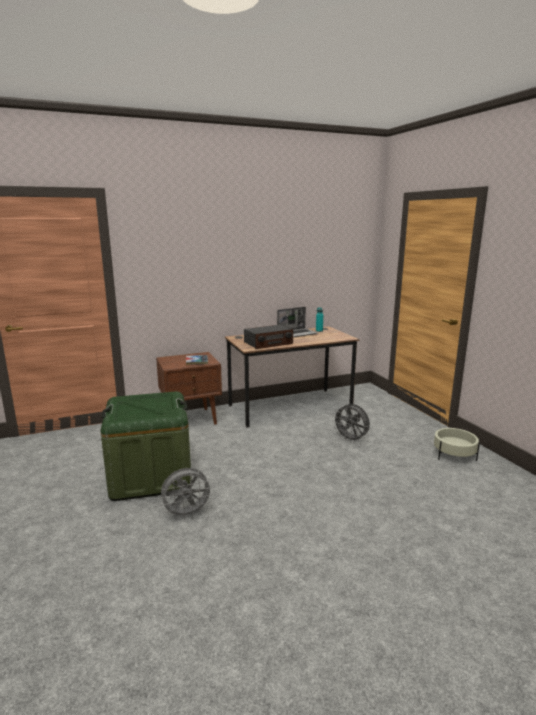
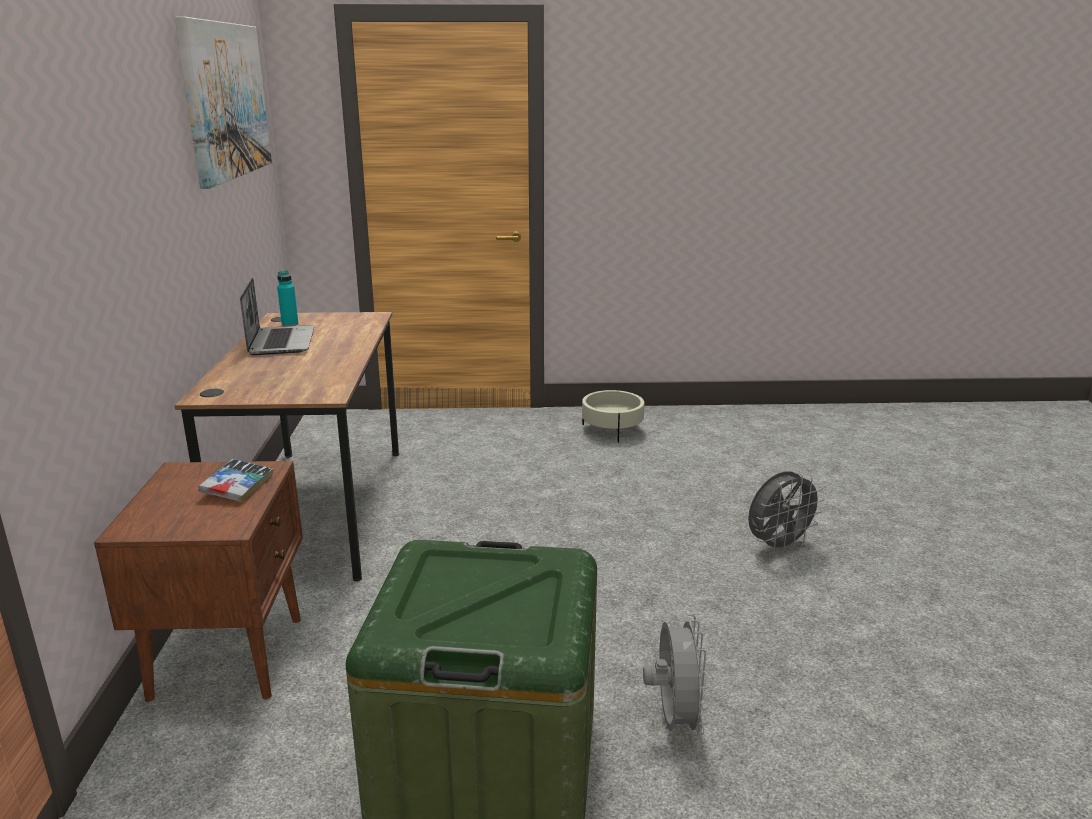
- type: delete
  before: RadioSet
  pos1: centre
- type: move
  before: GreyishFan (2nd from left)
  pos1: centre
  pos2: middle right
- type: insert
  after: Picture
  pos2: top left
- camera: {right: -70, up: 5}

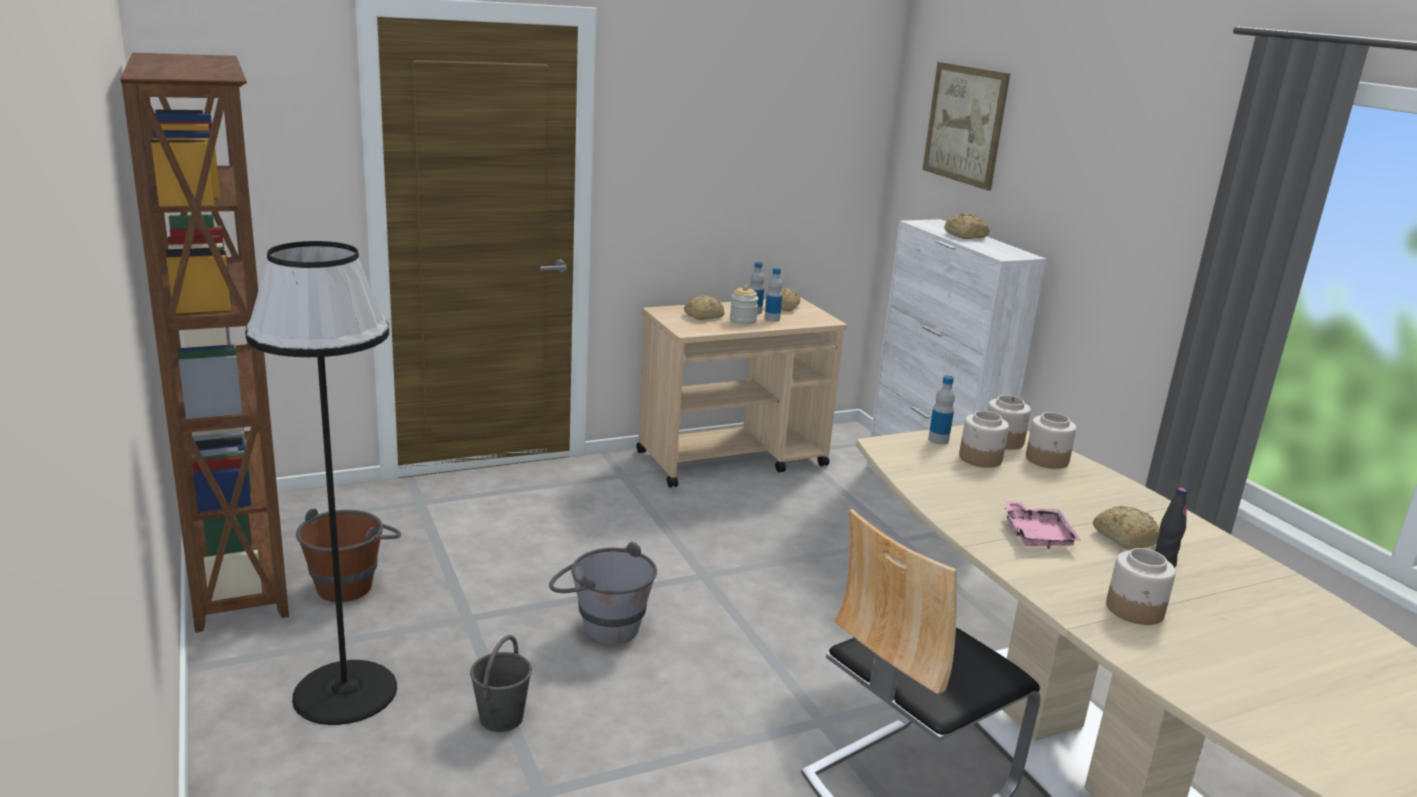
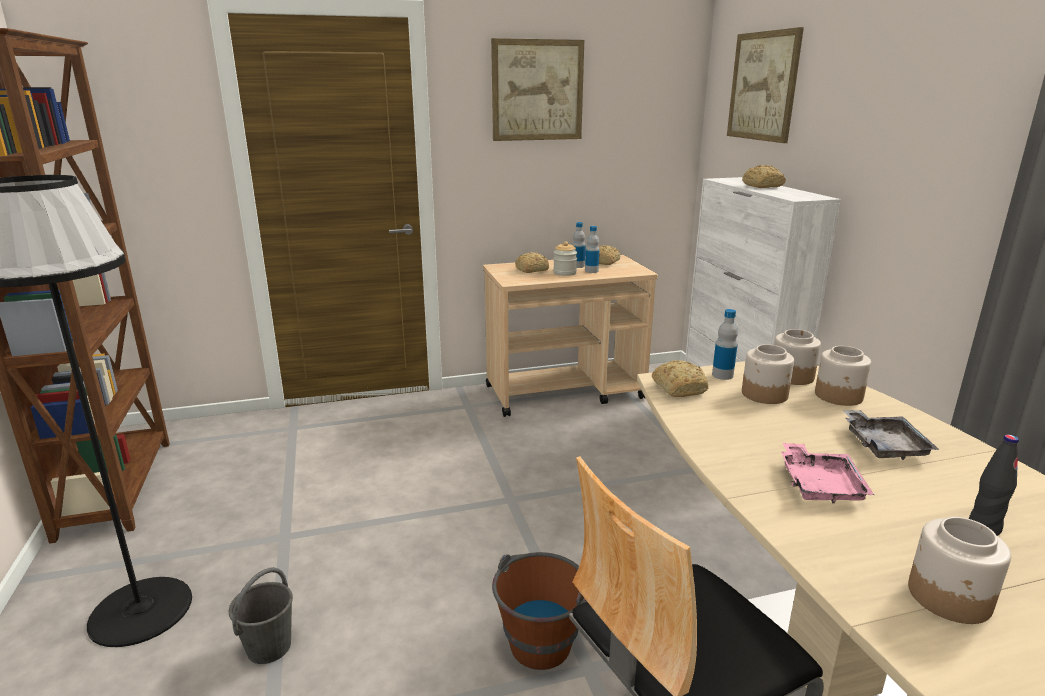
- type: move
  before: Bread (4th from left in the first image)
  after: Bread (3rd from left)
  pos1: middle right
  pos2: centre
- type: move
  before: BrownishBucket
  pos1: bottom left
  pos2: bottom centre
- type: delete
  before: GreyishBucket (2nd from left)
  pos1: bottom centre
- type: insert
  after: Picture (1st from left)
  pos2: top centre
- type: insert
  after: GreyishCarryingTray
  pos2: middle right
- camera: {right: 10, up: 0}

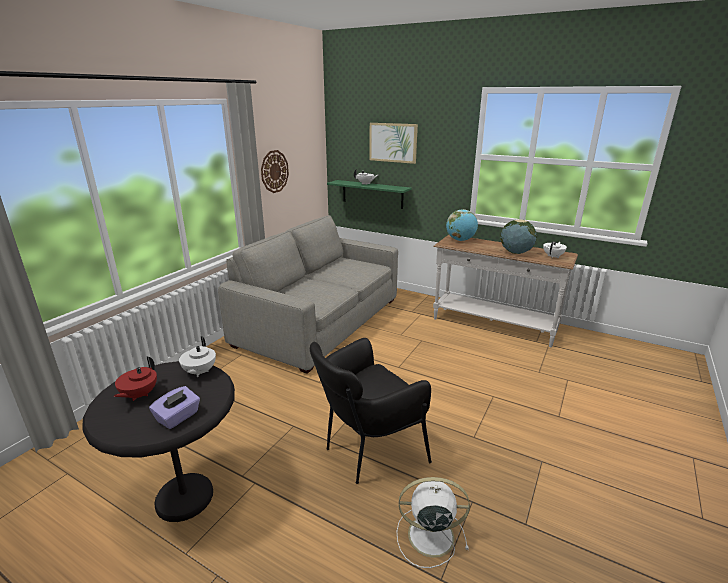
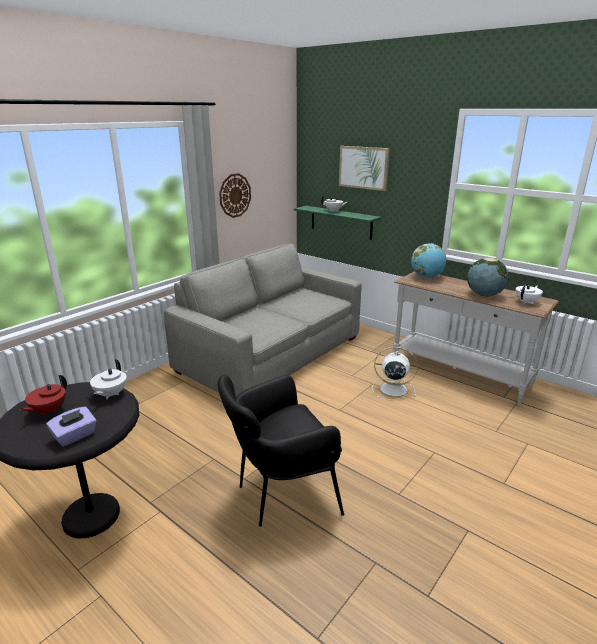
- type: move
  before: WhiteFan
  pos1: bottom centre
  pos2: centre
- camera: {right: 10, up: 0}

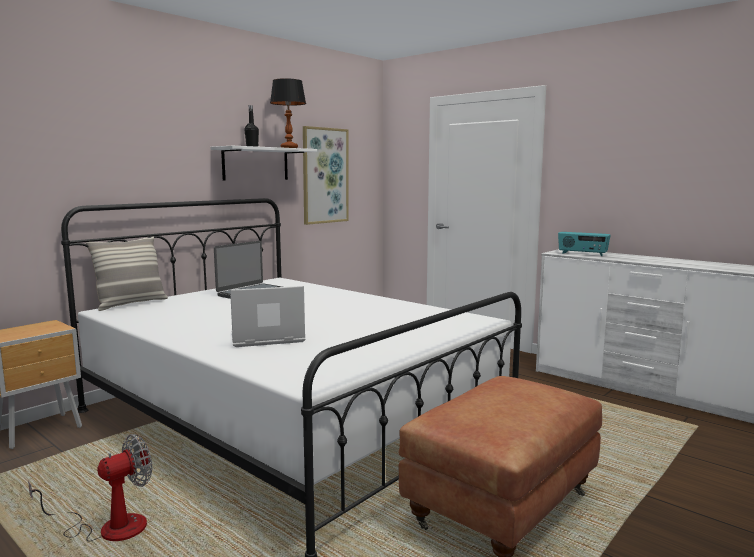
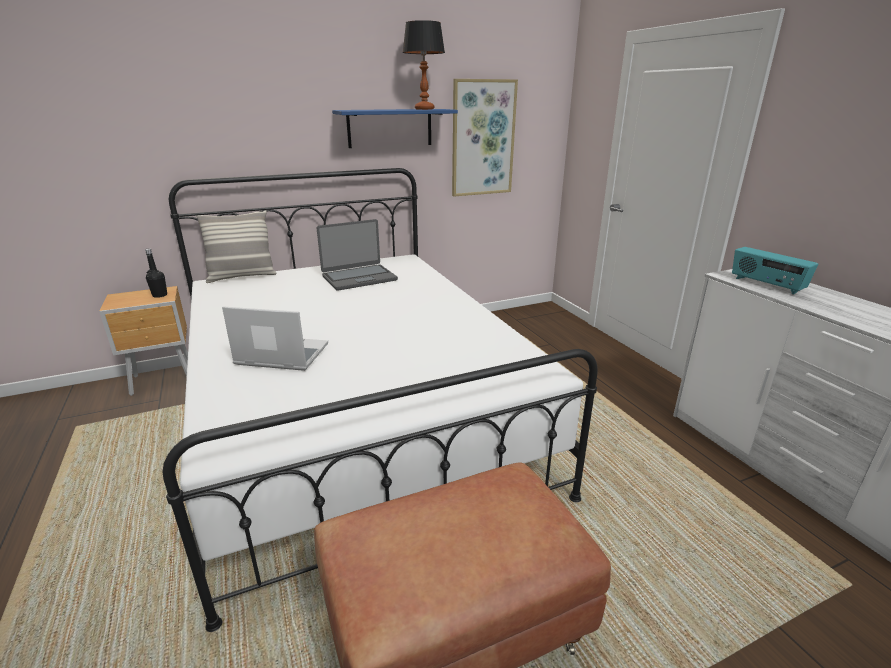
- type: move
  before: BlackColouredBottle
  pos1: top centre
  pos2: middle left
- type: recolor
  before: WhiteWallShelf
  after: BlueColouredWallShelf
  pos1: top centre
  pos2: top centre
- type: delete
  before: Fan
  pos1: bottom left
- camera: {right: 25, up: 15}

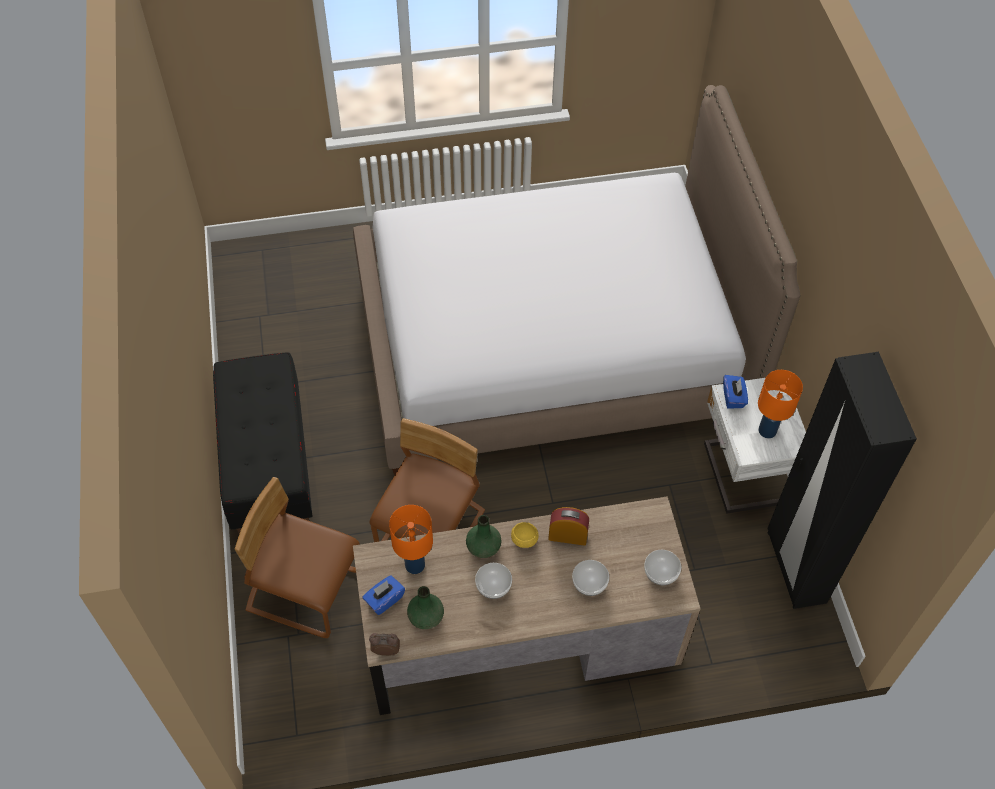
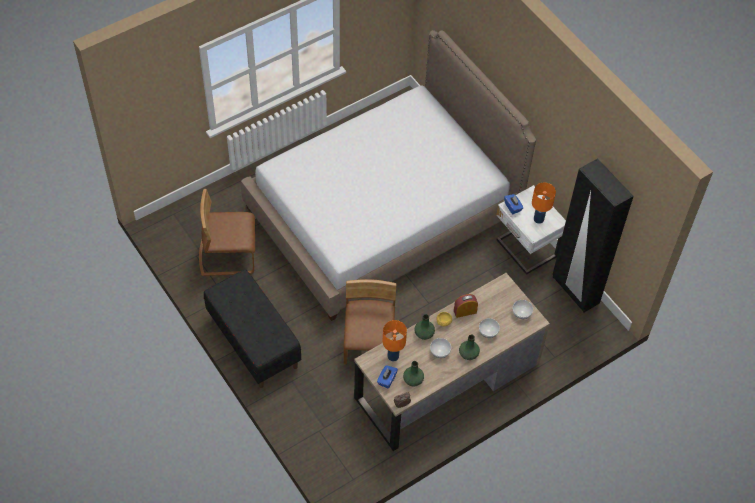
- type: move
  before: BrownishUprightChair (1st from left)
  pos1: bottom left
  pos2: middle left
- type: insert
  after: GreenFlowerVase (3rd from left)
  pos2: bottom centre
- camera: {right: -25, up: 0}

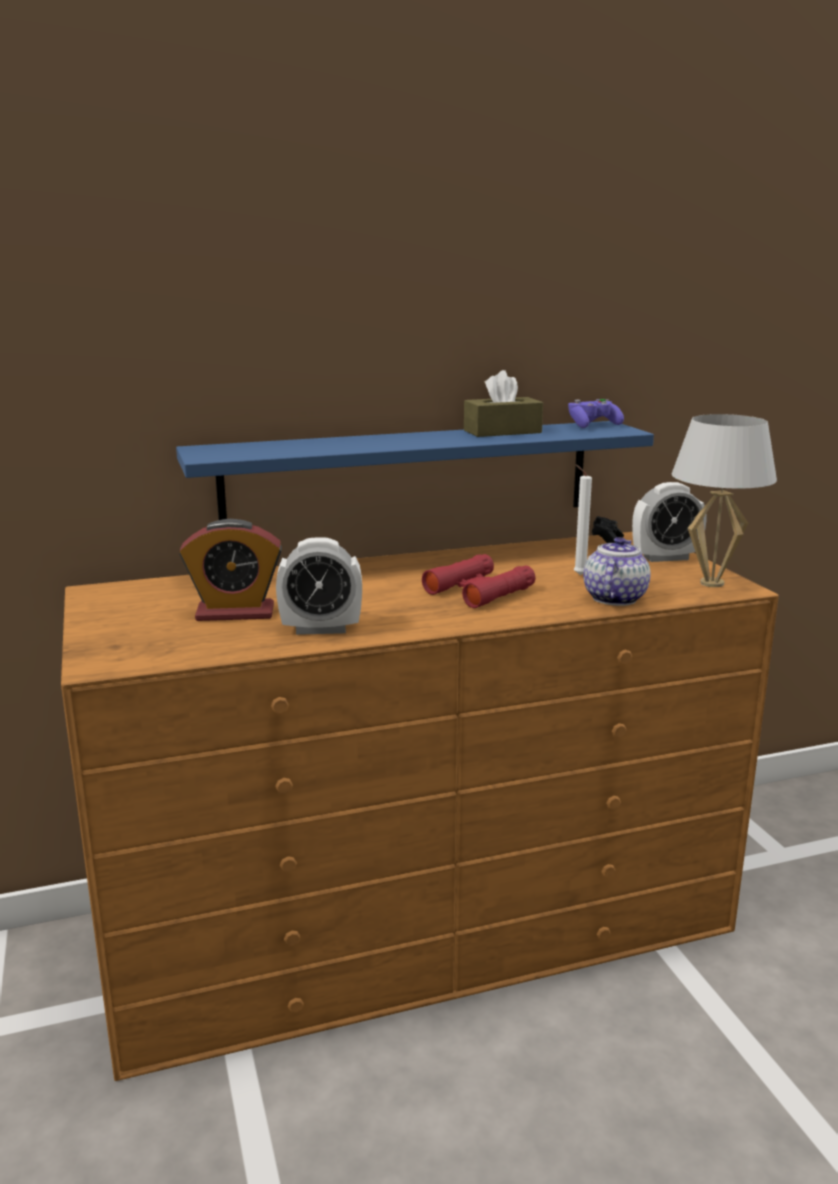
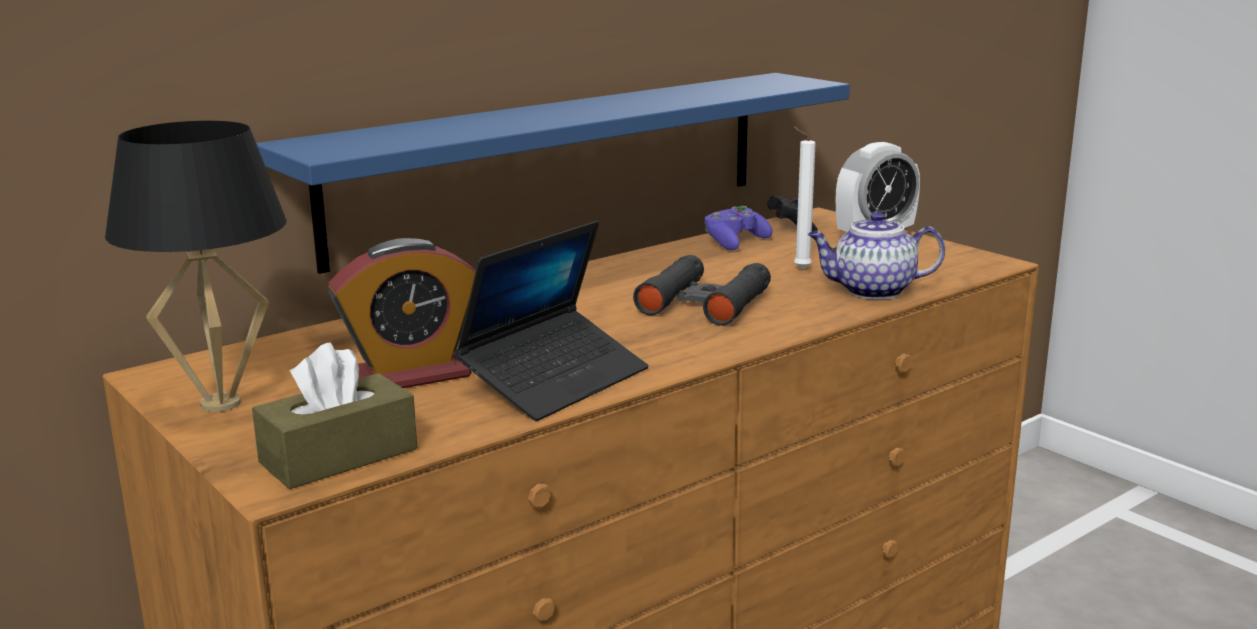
- type: move
  before: BrownishTissueHolder
  pos1: centre
  pos2: middle left
- type: move
  before: PurplishJoypad
  pos1: middle right
  pos2: centre
- type: delete
  before: WhiteLampForATable
  pos1: middle right
- type: replace
  before: AlarmClock (2nd from left)
  after: PortableComputer
  pos1: centre
  pos2: centre
- type: rotate
  before: Teapot
  pos1: middle right
  pos2: middle right
  turn: -90
- type: recolor
  before: RedFieldGlasses
  after: BlackColouredFieldGlasses
  pos1: centre
  pos2: centre
- type: insert
  after: BlackColouredLampForATable
  pos2: middle left
- camera: {right: -20, up: 0}

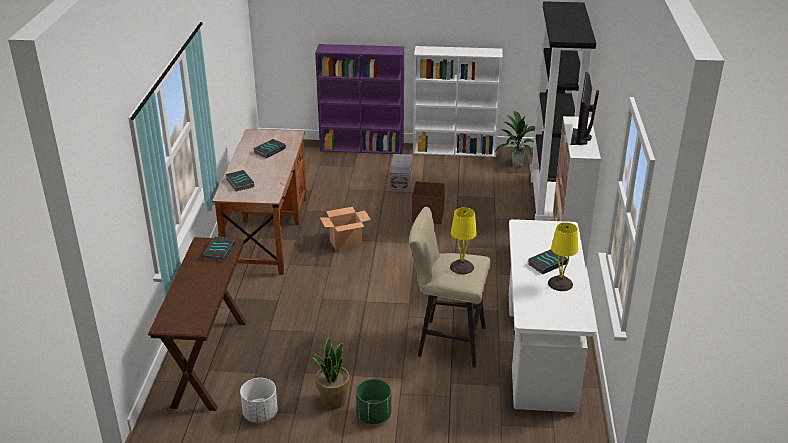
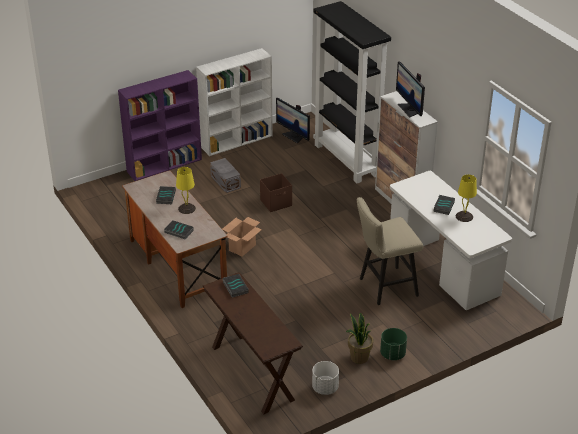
- type: replace
  before: PottedPlant (2nd from left)
  after: Monitor (1st from left)
  pos1: top centre
  pos2: top centre
- type: move
  before: YellowishLampForATable (1st from left)
  pos1: centre
  pos2: middle left
- camera: {right: -35, up: 5}

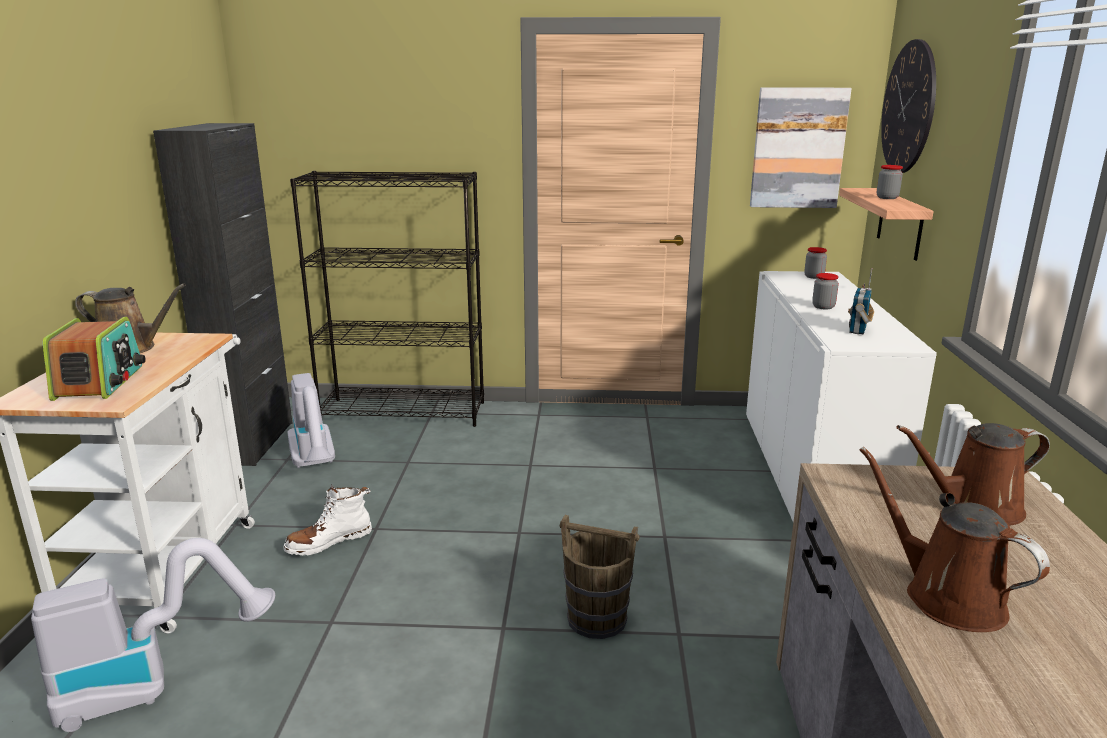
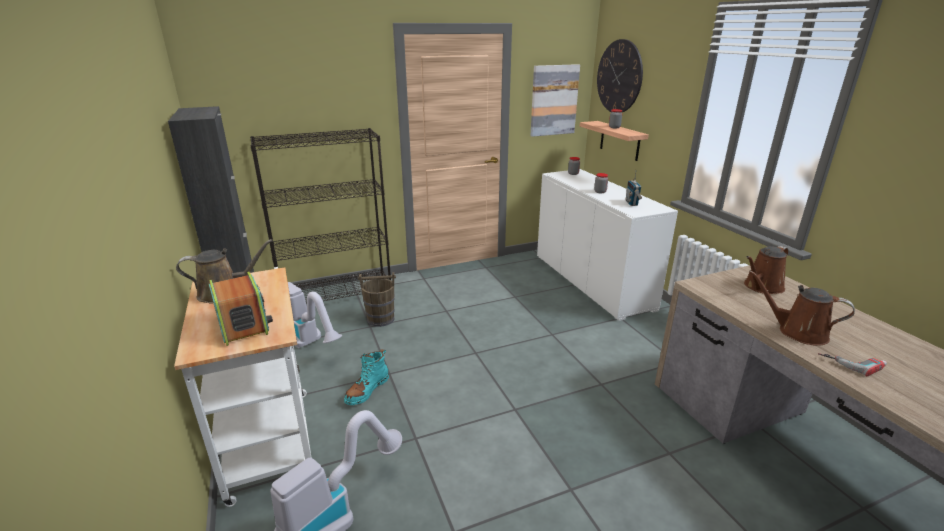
- type: recolor
  before: WhiteTallBoot
  after: TurquoiseColouredTallBoot
  pos1: bottom left
  pos2: bottom centre
- type: move
  before: BrownishBucket
  pos1: bottom centre
  pos2: centre
- type: insert
  after: PowerDrill
  pos2: bottom right
- camera: {right: -25, up: 5}

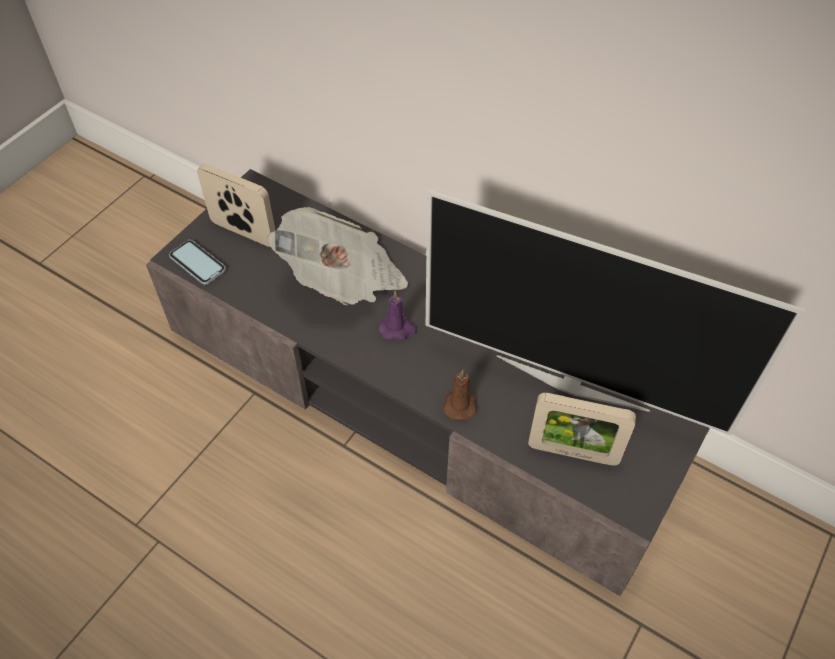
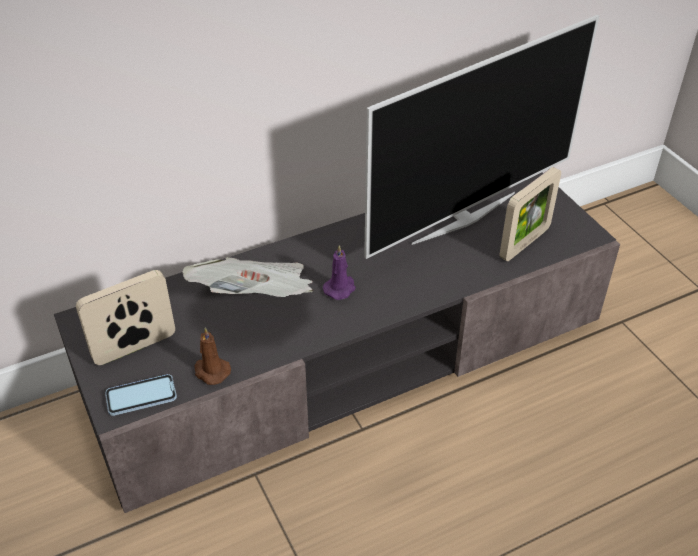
- type: move
  before: BrownishWaxLight
  pos1: centre
  pos2: middle left
- camera: {right: -60, up: -10}

